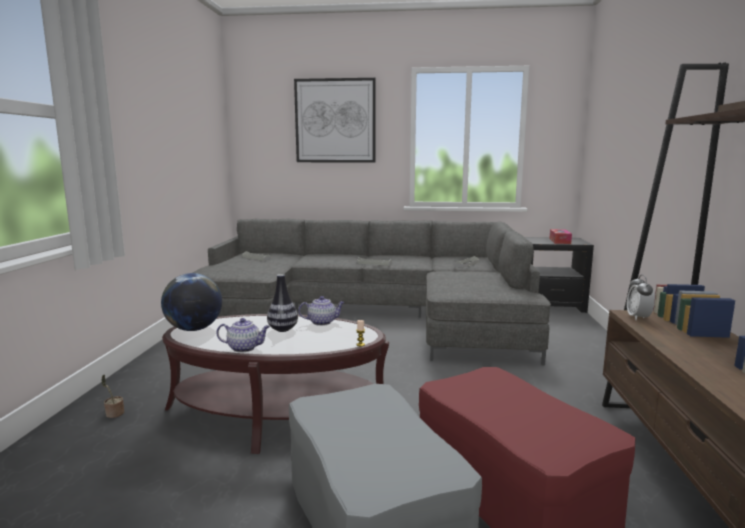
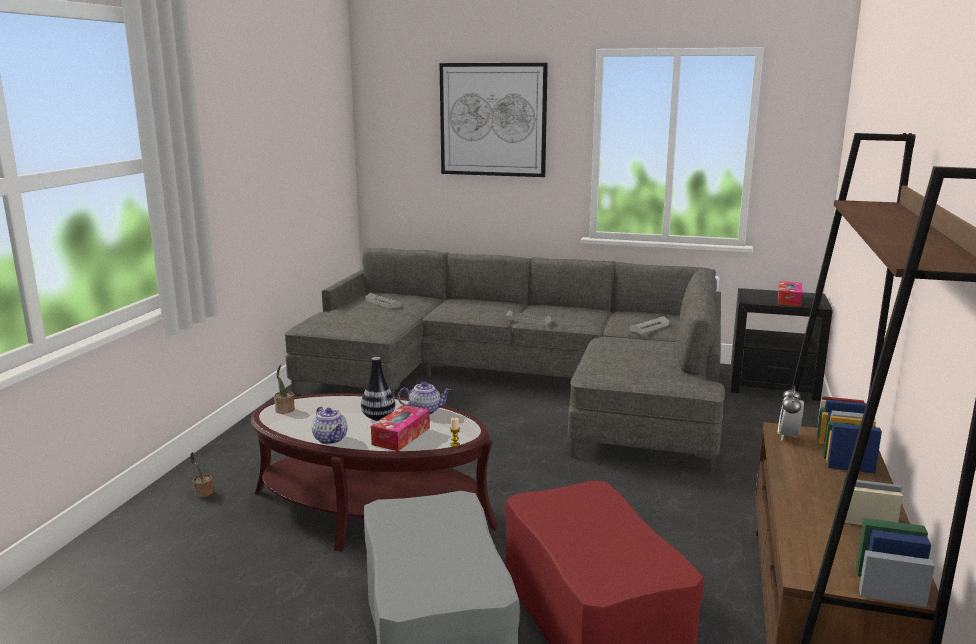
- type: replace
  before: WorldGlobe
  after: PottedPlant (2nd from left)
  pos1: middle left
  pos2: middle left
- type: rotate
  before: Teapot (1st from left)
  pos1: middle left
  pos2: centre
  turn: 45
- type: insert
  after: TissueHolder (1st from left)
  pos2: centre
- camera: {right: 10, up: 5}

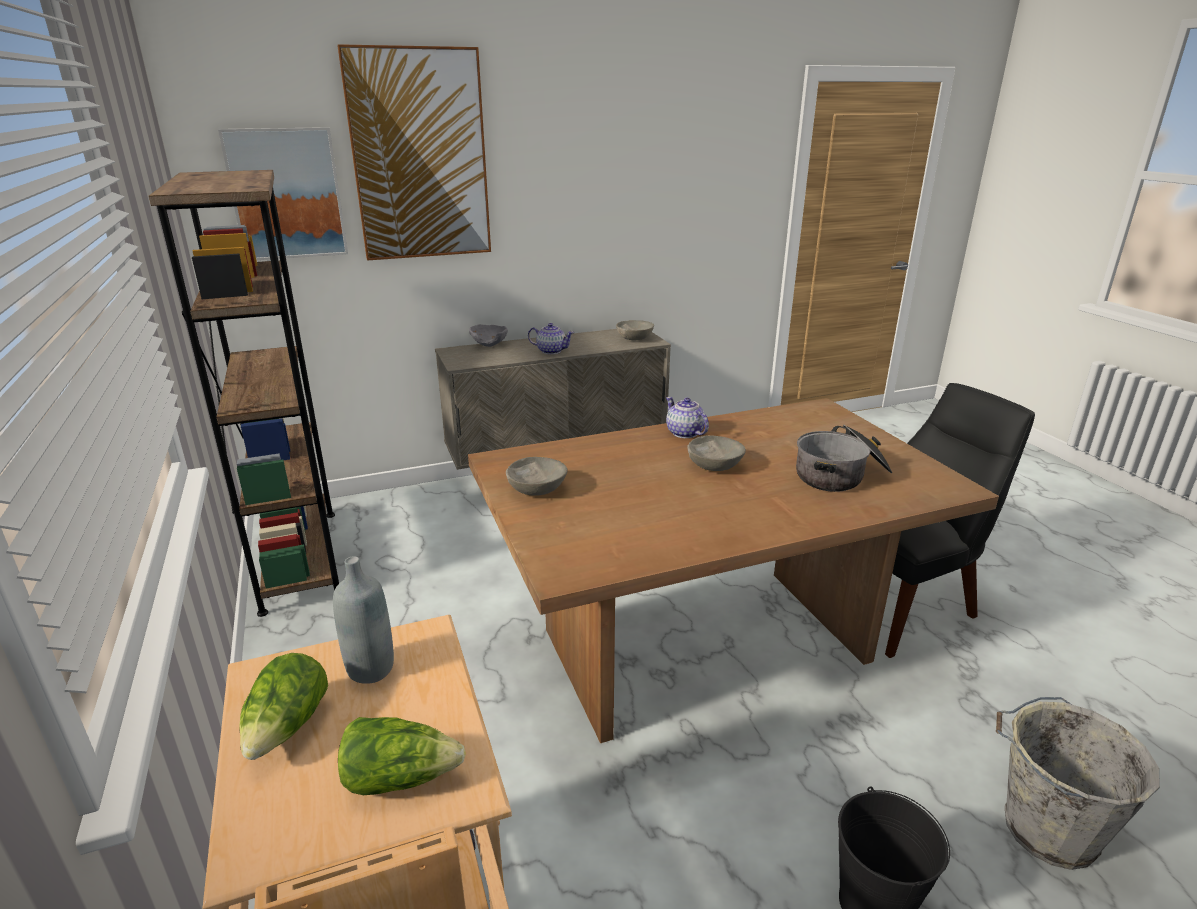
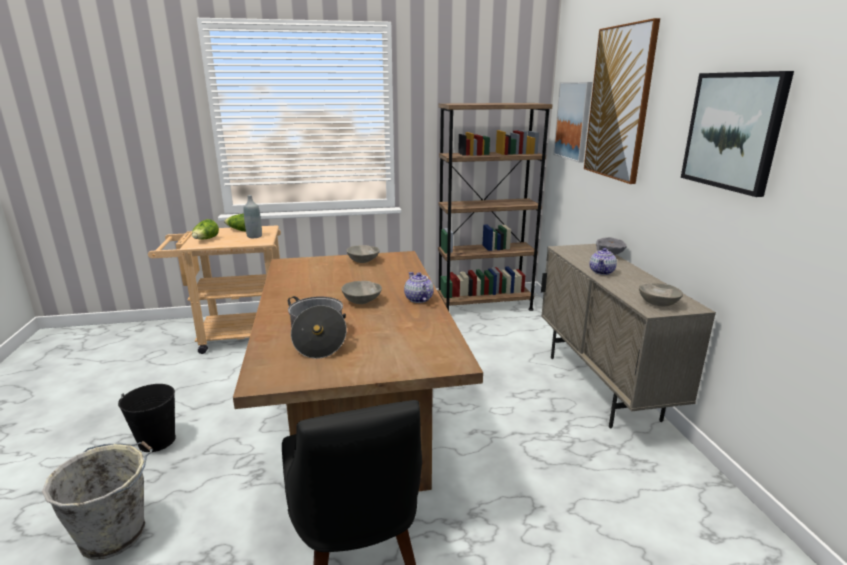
- type: rotate
  before: Teapot (2nd from left in the first image)
  pos1: centre
  pos2: centre
  turn: -90
- type: insert
  after: Picture (3rd from left)
  pos2: top right
- camera: {right: 100, up: -5}

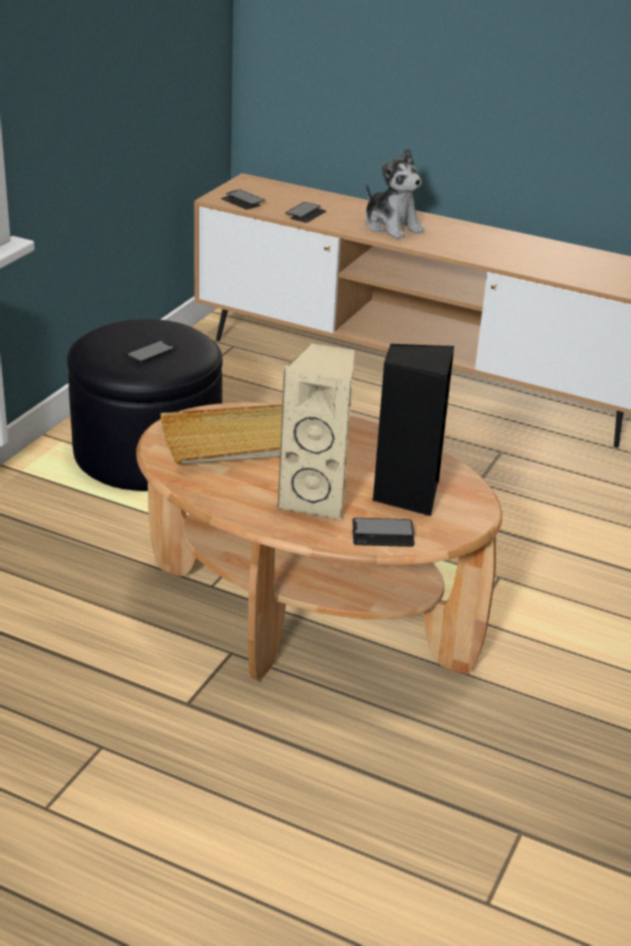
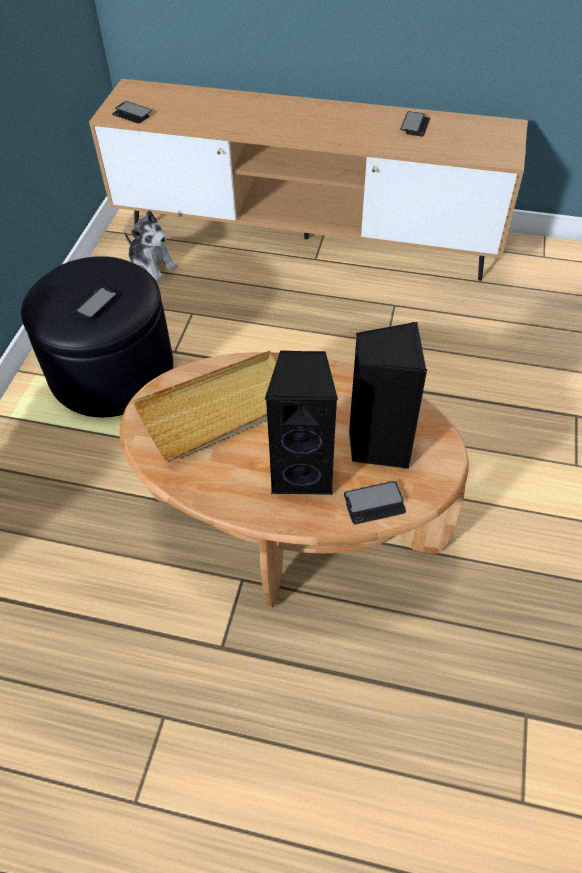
- type: move
  before: SoftToy
  pos1: top centre
  pos2: top left
- type: move
  before: Handset (3rd from left in the first image)
  after: Handset (4th from left)
  pos1: top centre
  pos2: top right
- type: recolor
  before: BeigeColouredAudioSpeaker
  after: BlackColouredAudioSpeaker (1st from left)
  pos1: centre
  pos2: centre
- camera: {right: -10, up: 20}

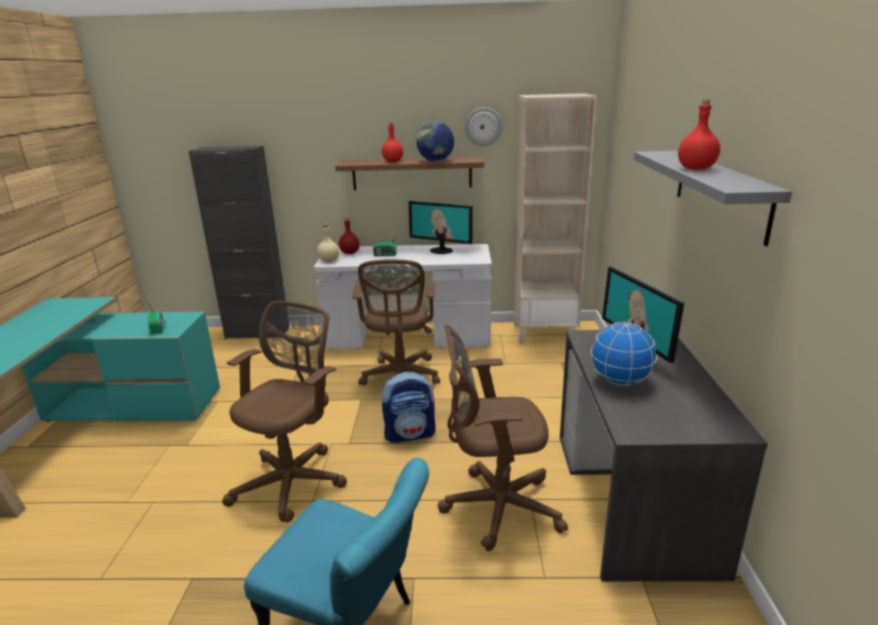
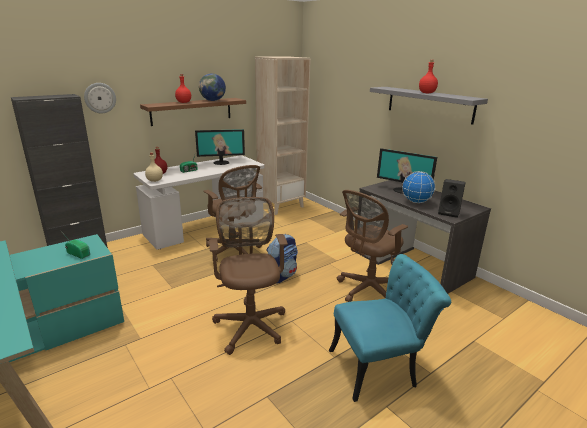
- type: move
  before: HangingClock
  pos1: top centre
  pos2: top left
- type: insert
  after: BlackColouredAudioSpeaker
  pos2: middle right
- camera: {right: -40, up: 0}

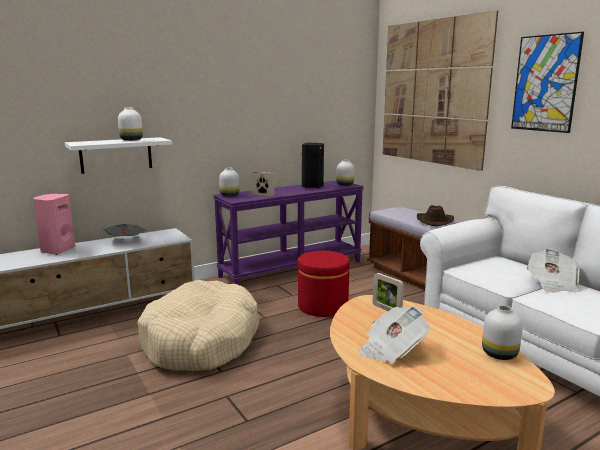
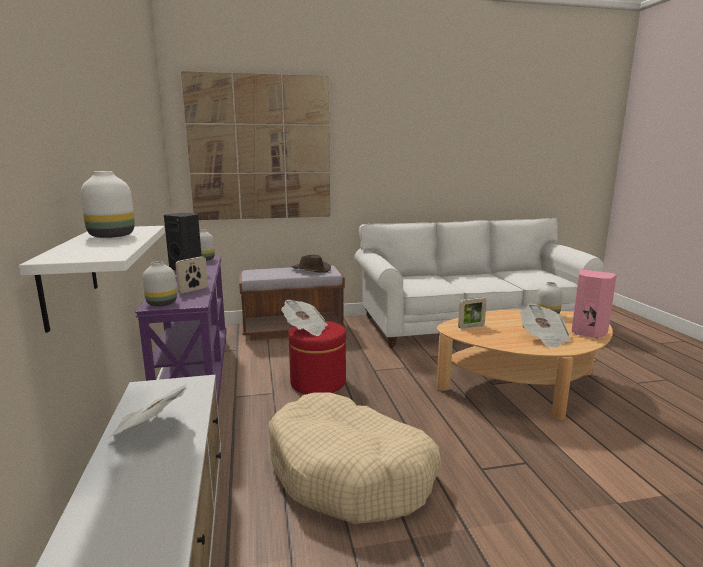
- type: delete
  before: Picture (2nd from left)
  pos1: top right
- type: move
  before: PinkColouredAudioSpeaker
  pos1: middle left
  pos2: middle right
- type: move
  before: Newspaper (3rd from left in the first image)
  after: Newspaper (2nd from left)
  pos1: middle right
  pos2: centre
- camera: {right: -70, up: 0}

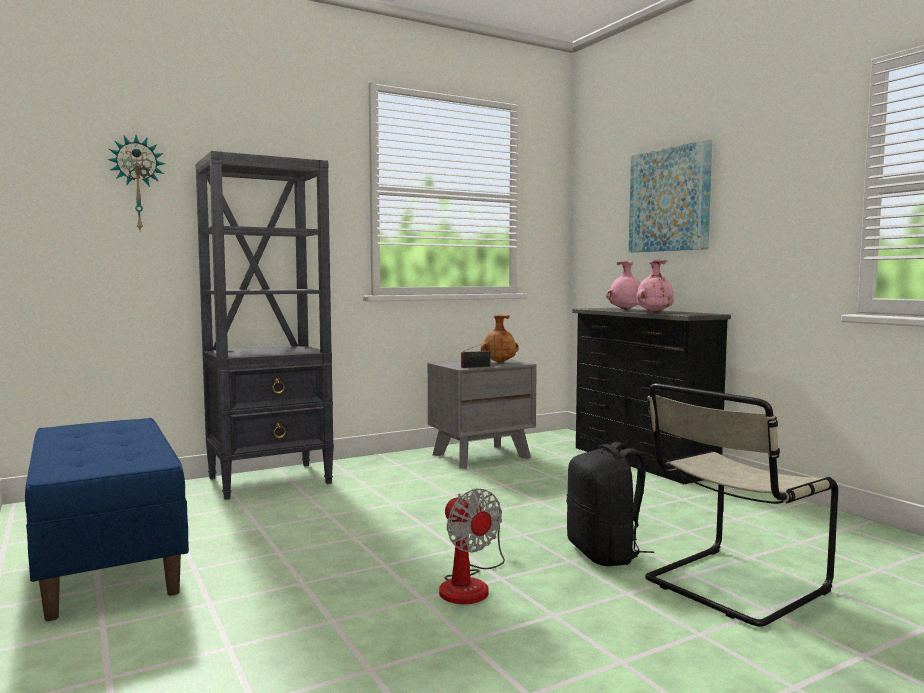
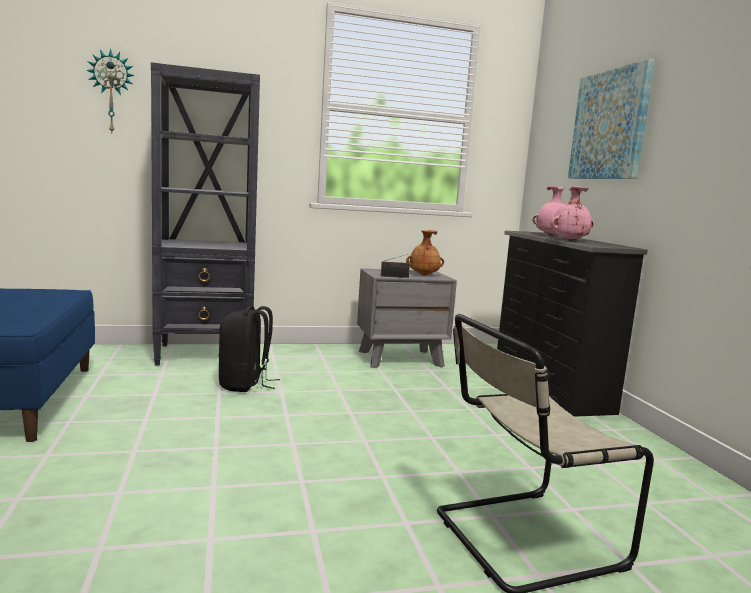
- type: move
  before: BlackColouredKnapsack
  pos1: bottom centre
  pos2: middle left
- type: delete
  before: Fan
  pos1: bottom centre
- camera: {right: 15, up: 5}

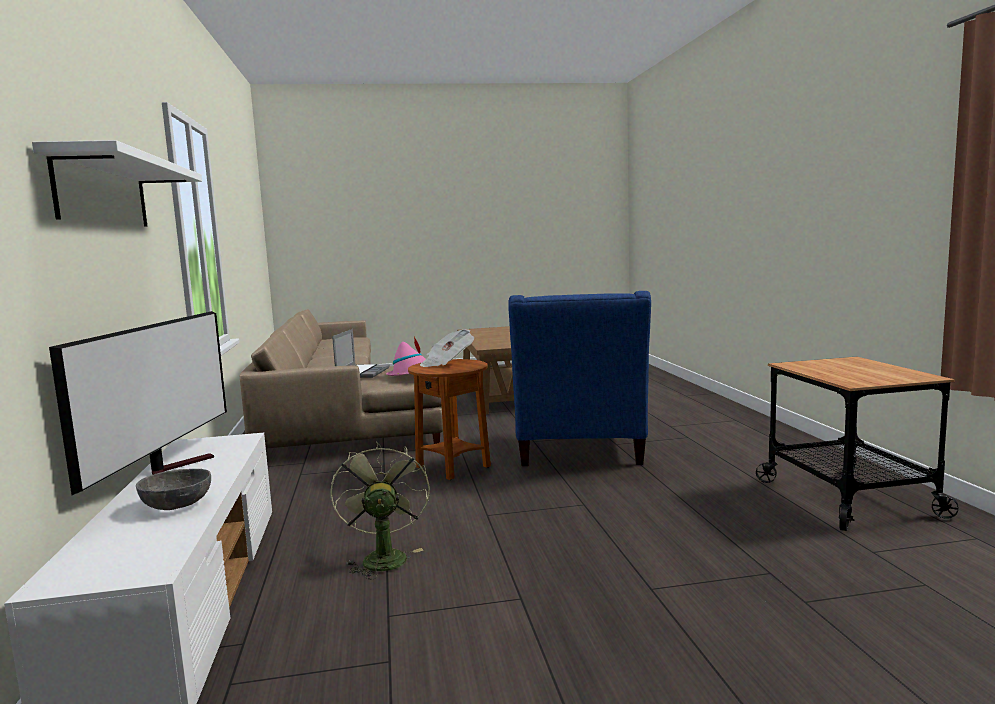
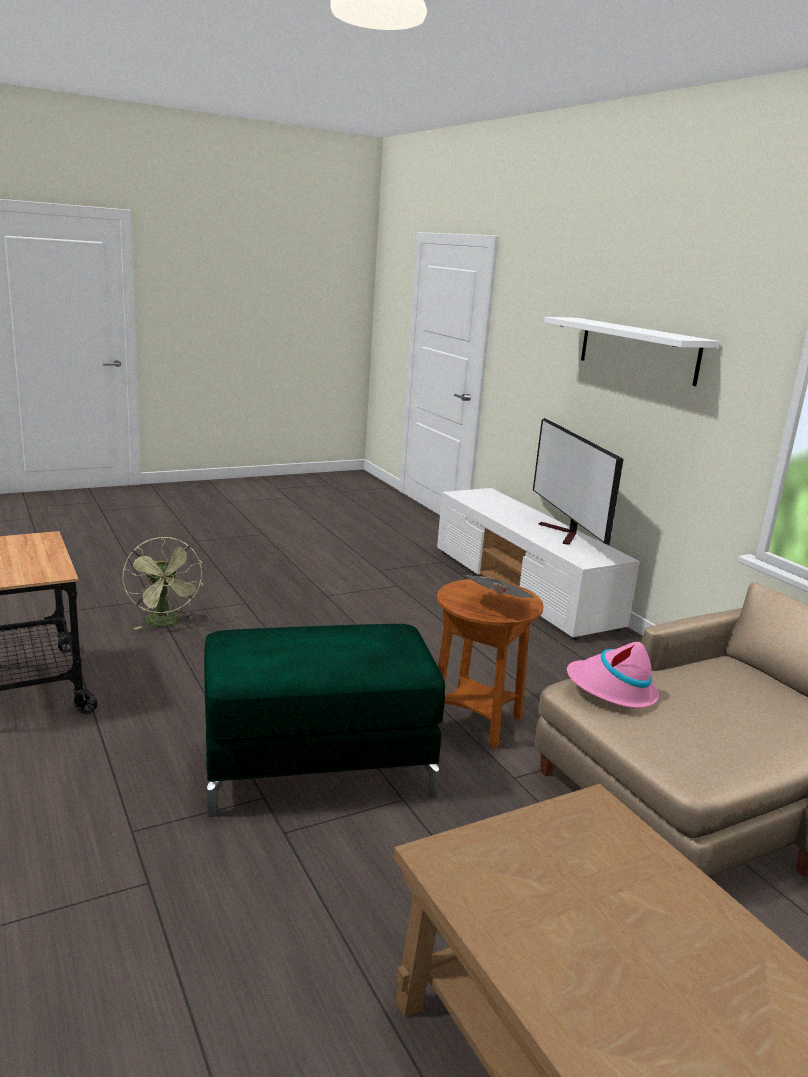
- type: replace
  before: BlueColouredArmchair
  after: GreenFootrest
  pos1: centre
  pos2: bottom centre
- type: delete
  before: PortableComputer
  pos1: centre
- type: move
  before: GreenFan
  pos1: bottom centre
  pos2: middle left
- type: delete
  before: GreyishDeepDish
  pos1: bottom left
- camera: {right: 160, up: 10}

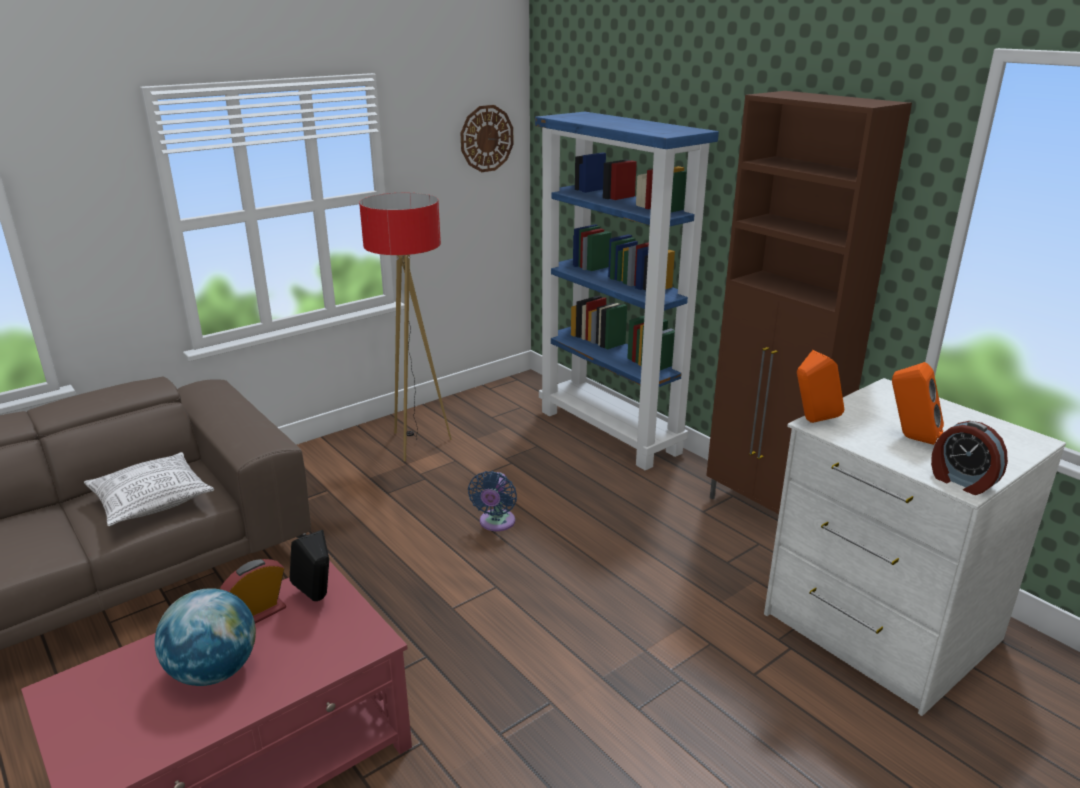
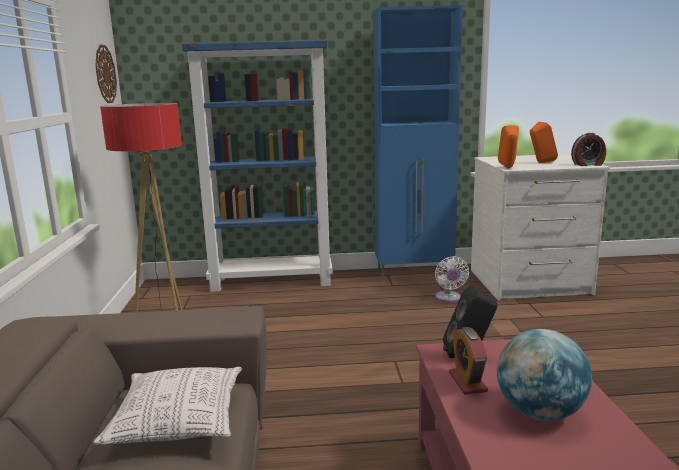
- type: recolor
  before: BrownishCupboard
  after: BlueColouredCupboard
  pos1: middle right
  pos2: top centre
- type: delete
  before: BlueColouredFan
  pos1: centre
- type: insert
  after: WhiteFan
  pos2: centre
- camera: {right: -55, up: -10}

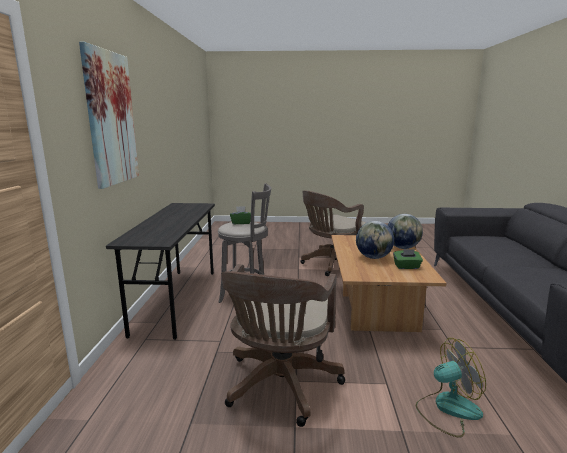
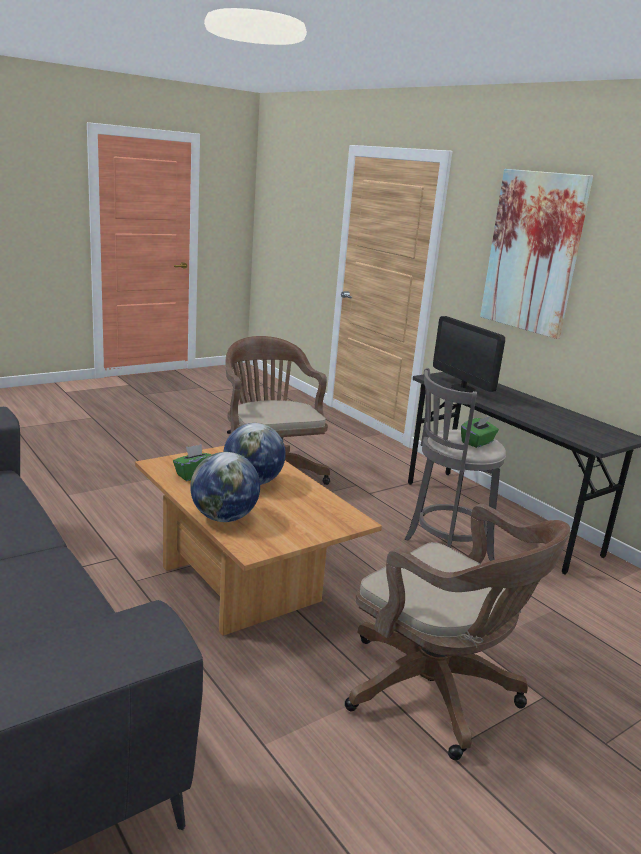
- type: rotate
  before: BrownishOfficeChair (2nd from left)
  pos1: centre
  pos2: bottom right
  turn: 120
- type: delete
  before: Fan
  pos1: bottom right
- type: insert
  after: Monitor
  pos2: middle right
- camera: {right: 140, up: 5}

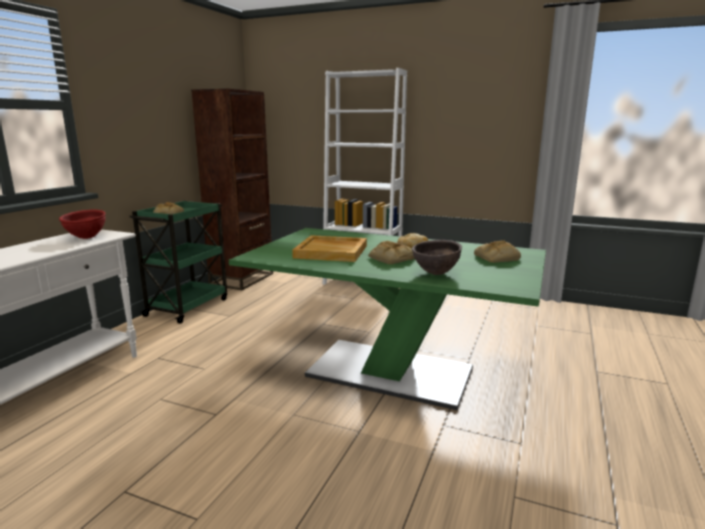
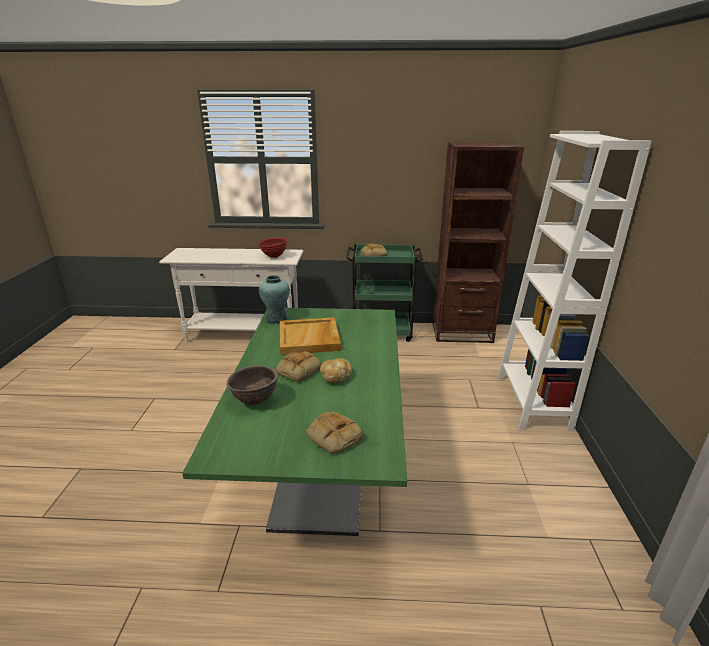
- type: insert
  after: TurquoiseColouredFlowerVase
  pos2: centre
- camera: {right: 70, up: 10}

